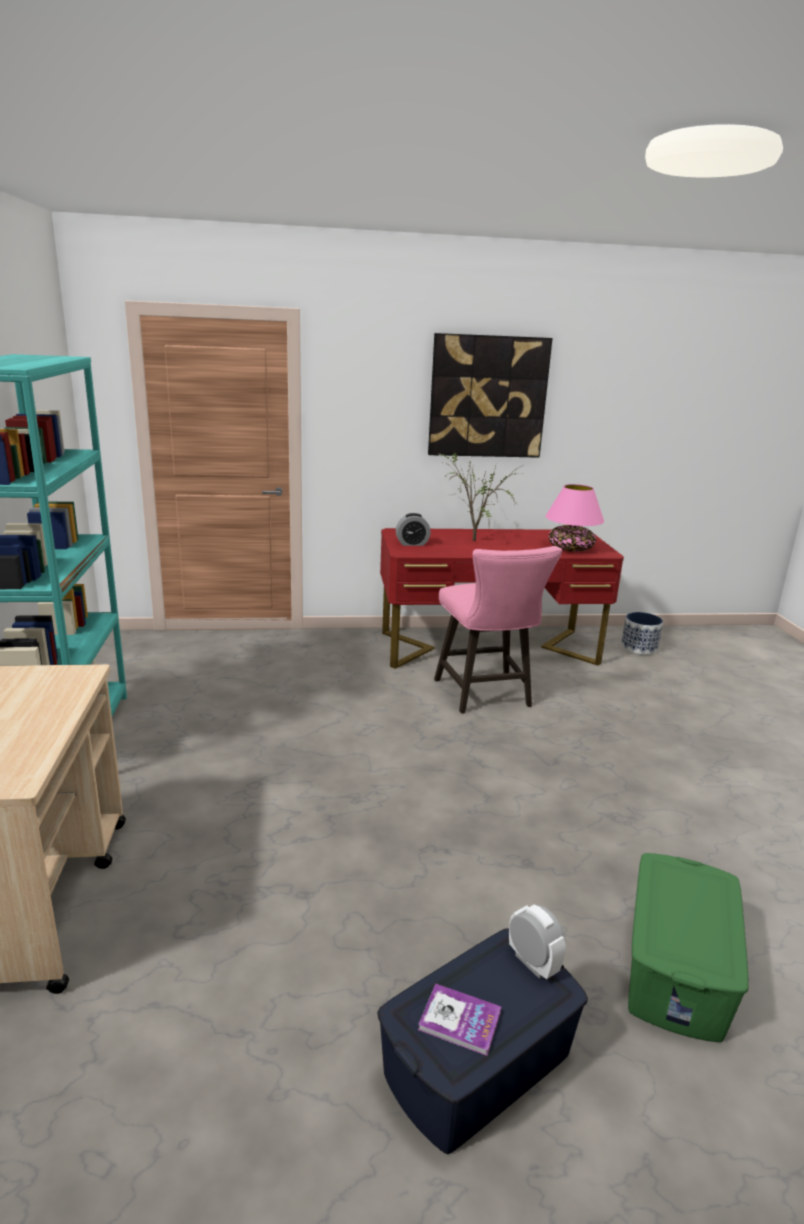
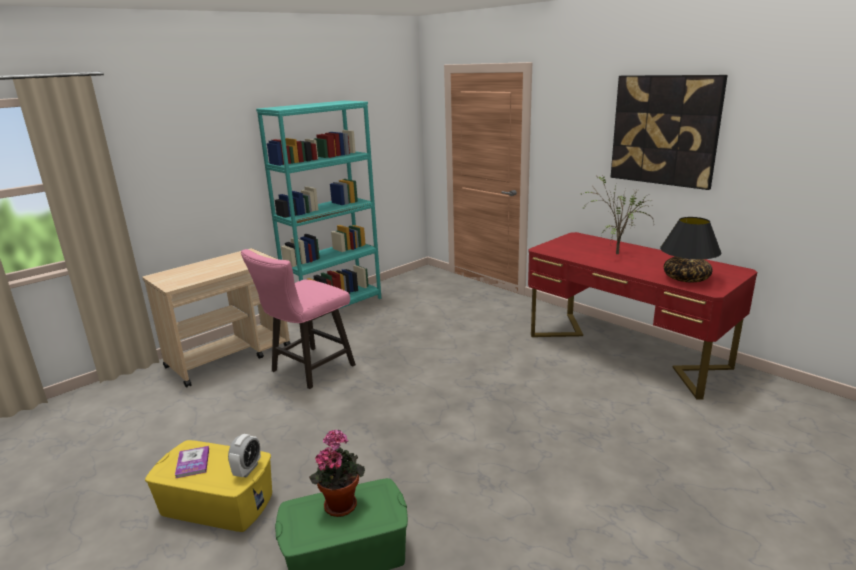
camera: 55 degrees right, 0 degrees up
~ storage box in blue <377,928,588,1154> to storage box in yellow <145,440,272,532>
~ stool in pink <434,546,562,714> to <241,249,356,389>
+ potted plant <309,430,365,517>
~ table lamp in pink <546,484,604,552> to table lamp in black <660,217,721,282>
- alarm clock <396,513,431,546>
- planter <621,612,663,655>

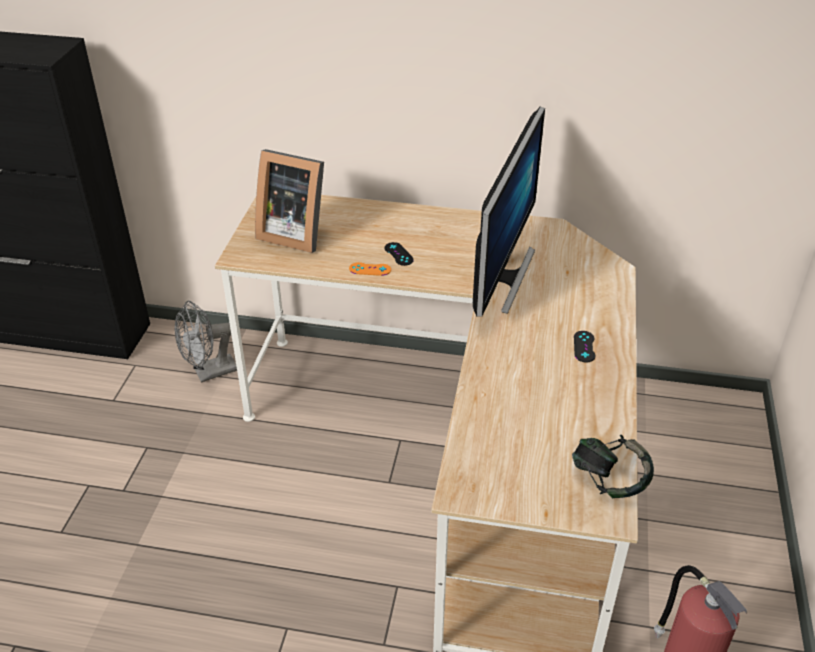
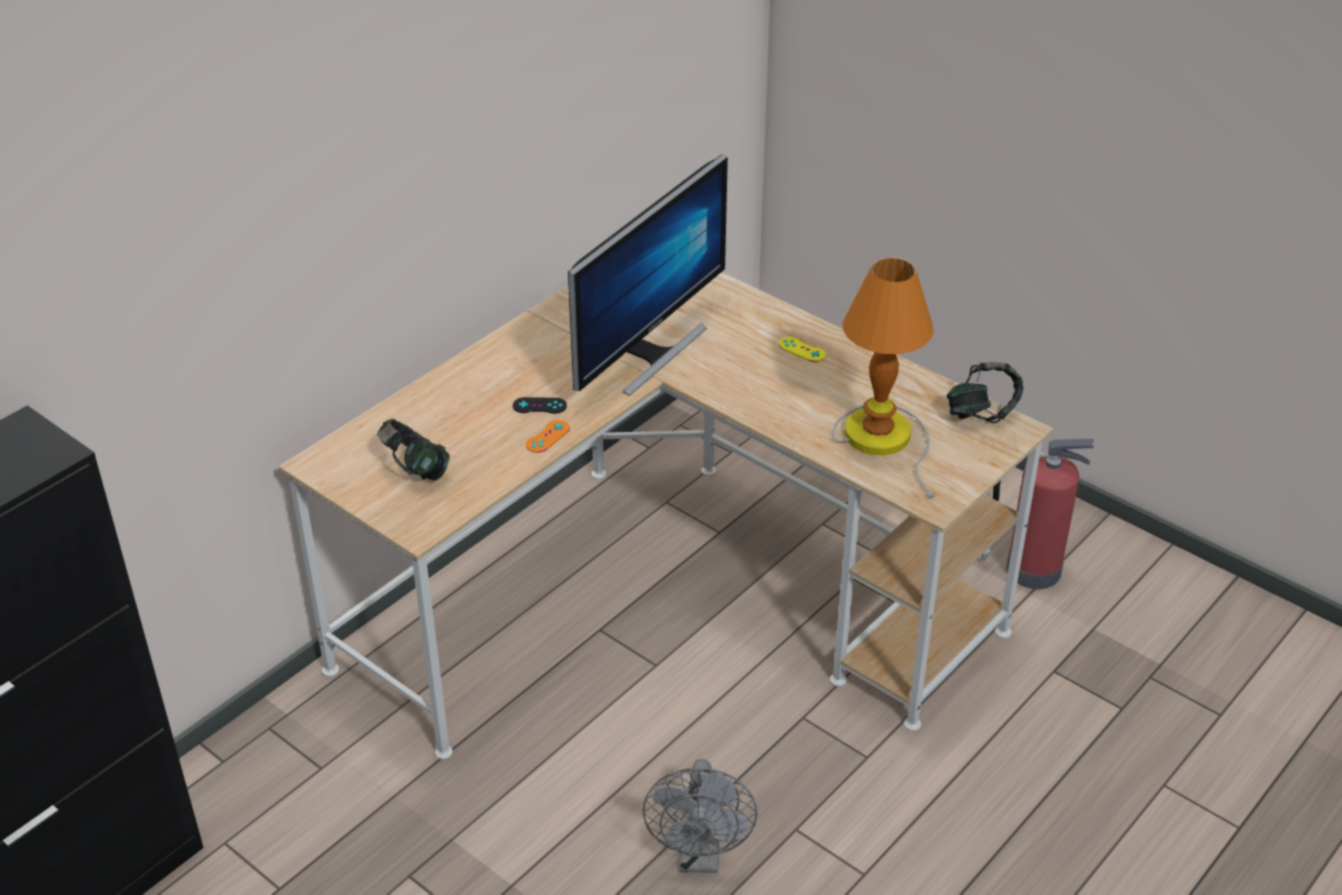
camera: 60 degrees left, 0 degrees up
~ picture frame <255,149,324,253> to headphones <377,419,450,480>
~ monitor <473,107,545,317> = <568,154,728,396> 75 degrees clockwise
~ fan in grey <175,301,237,383> to <642,759,757,873>
~ game controller in black <574,331,596,362> to game controller in yellow <779,337,826,362>
+ table lamp <832,257,935,499>

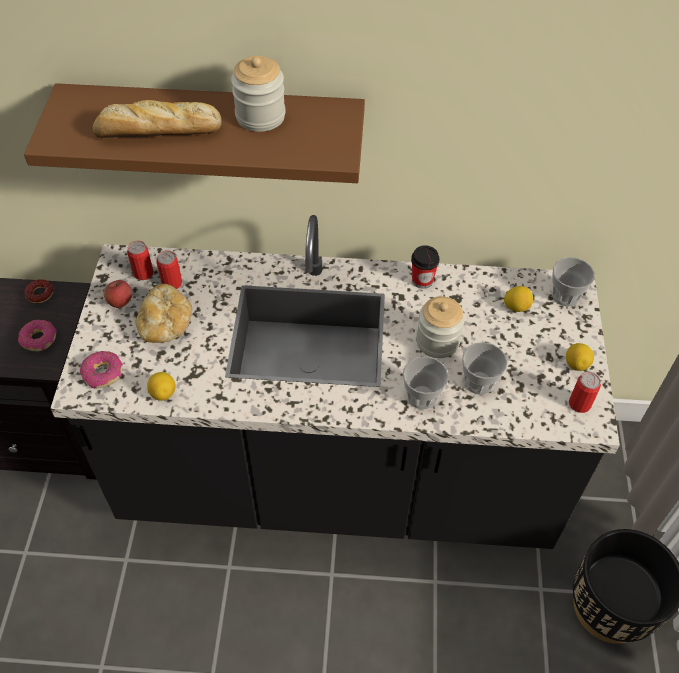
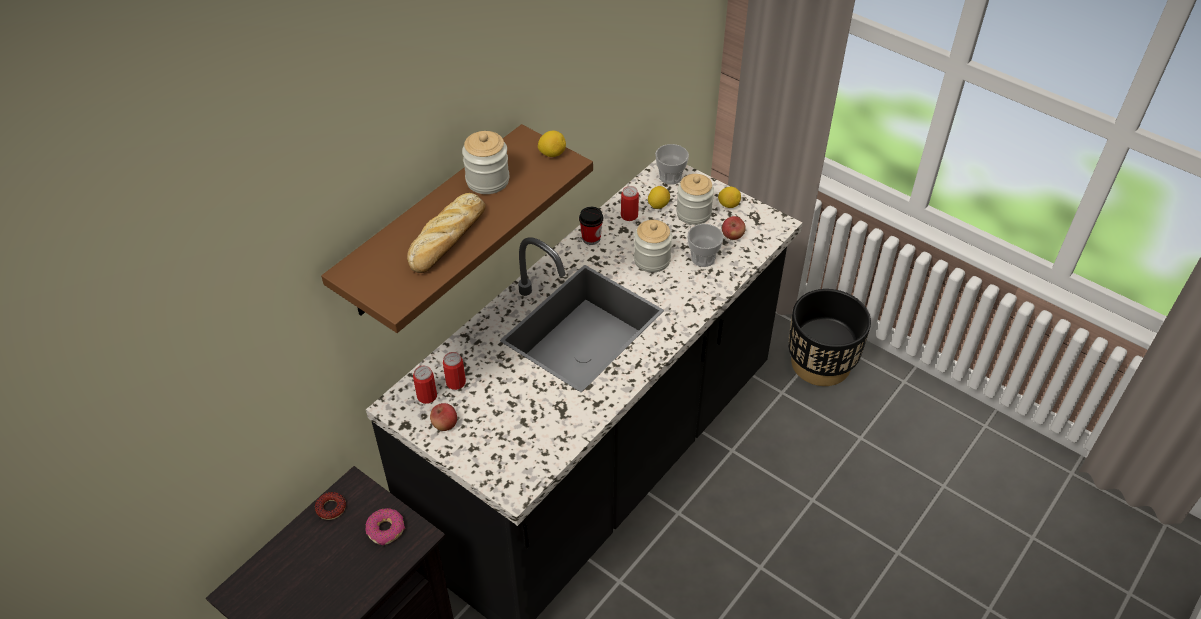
camera: 55 degrees left, 5 degrees down
~ lemon <147,372,176,401> to <538,131,566,157>
~ can <569,372,601,413> to <621,186,639,221>
+ jar <676,174,714,225>
+ apple <722,216,746,240>
- donut <80,351,123,389>
- bread <136,284,192,343>
- cup <403,356,449,409>

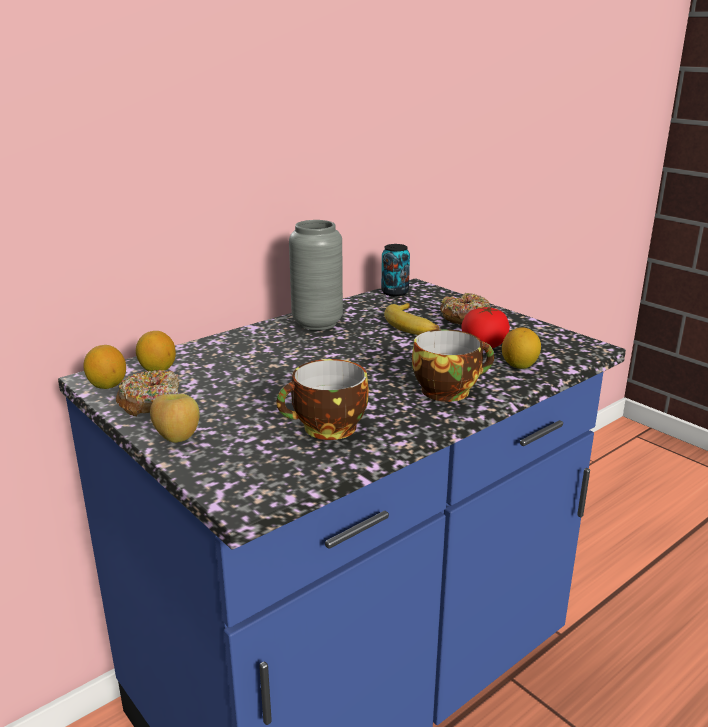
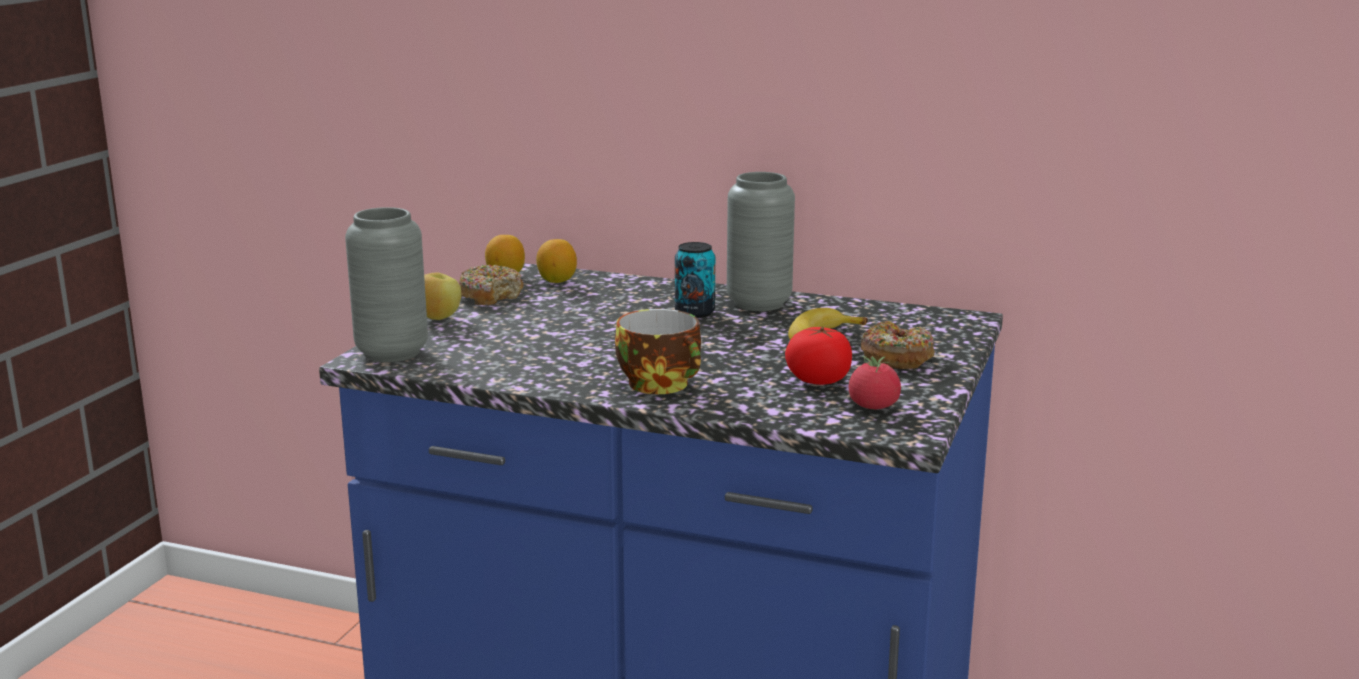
camera: 60 degrees right, 5 degrees down
+ vase in grey <345,207,428,363>
~ can <381,244,410,296> to <675,242,716,318>
+ tomato <849,356,901,409>
- cup <276,359,369,440>
- lemon <502,327,541,369>

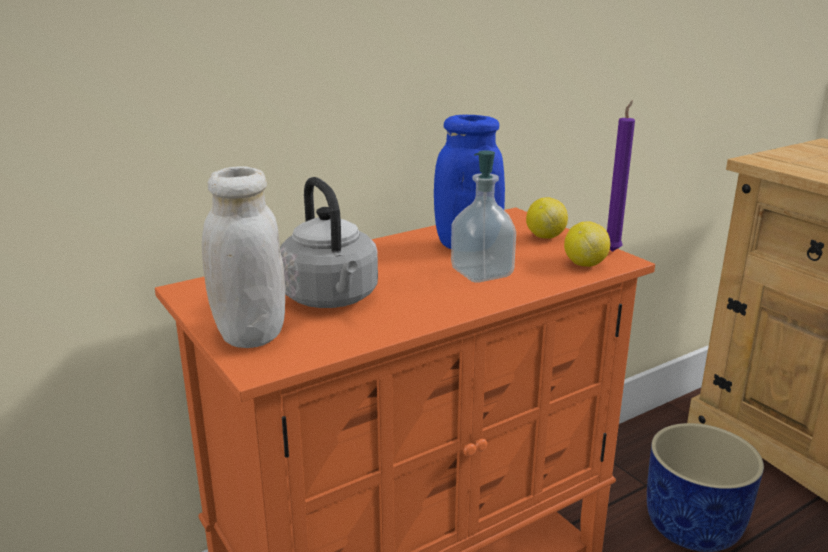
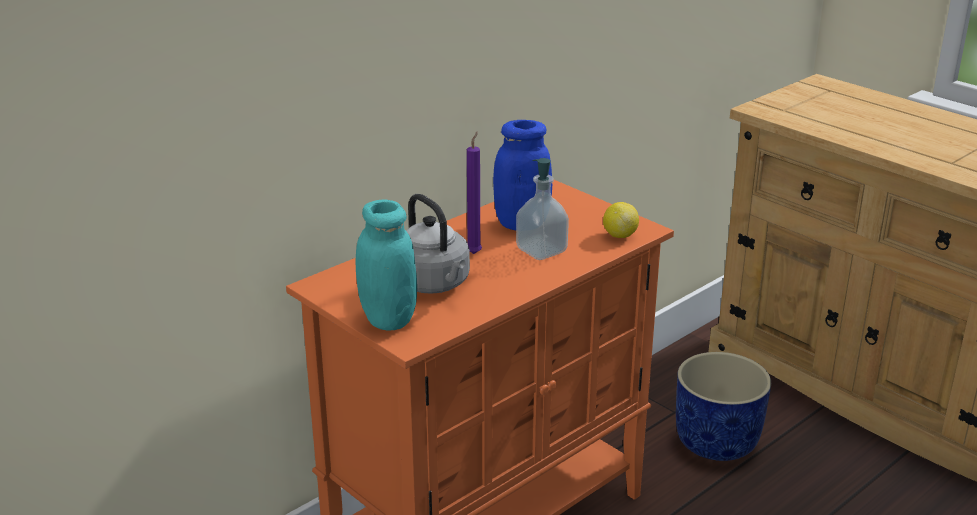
camera: 10 degrees left, 5 degrees up
~ jar in white <202,166,285,348> to jar in turquoise <355,199,417,330>
~ candle in purple <607,101,635,252> to <467,132,482,254>
- lemon <526,197,568,239>

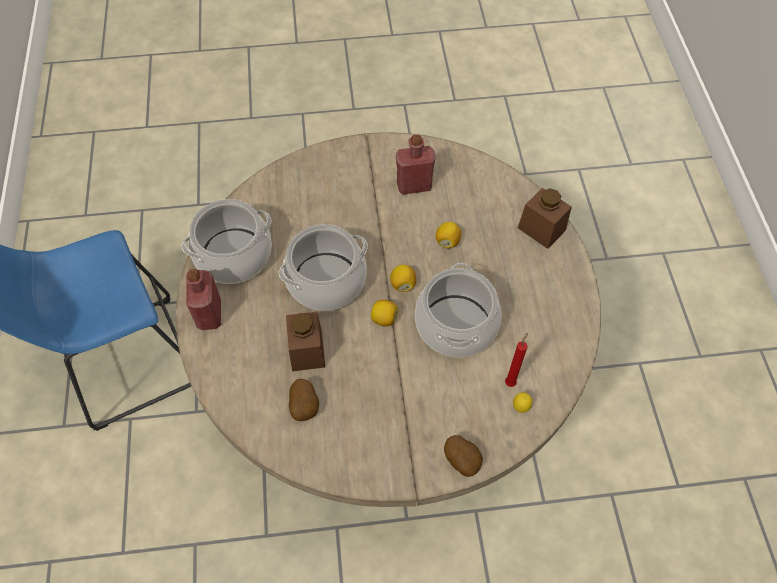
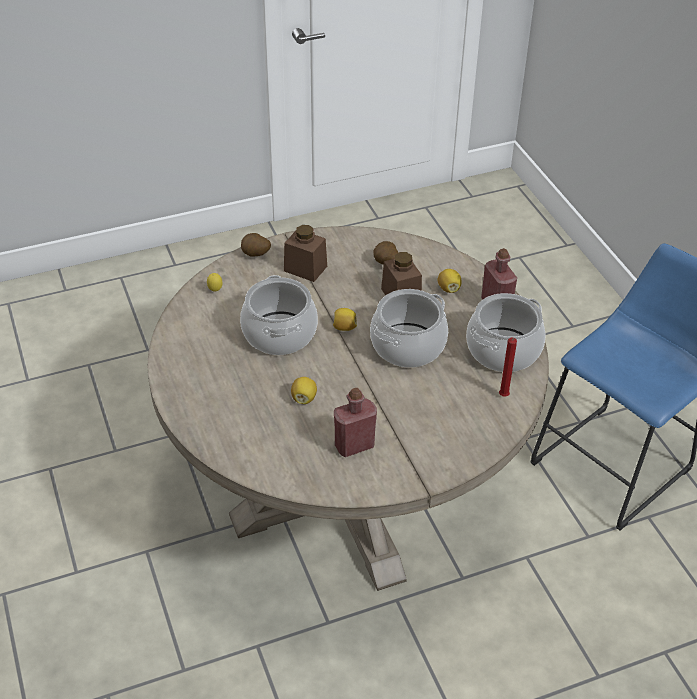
camera: 165 degrees right, 15 degrees down
~ jar in brown <518,188,572,249> to <284,225,327,282>
~ lemon <390,265,416,292> to <438,269,462,293>
~ candle in red <505,333,528,387> to <499,338,517,397>

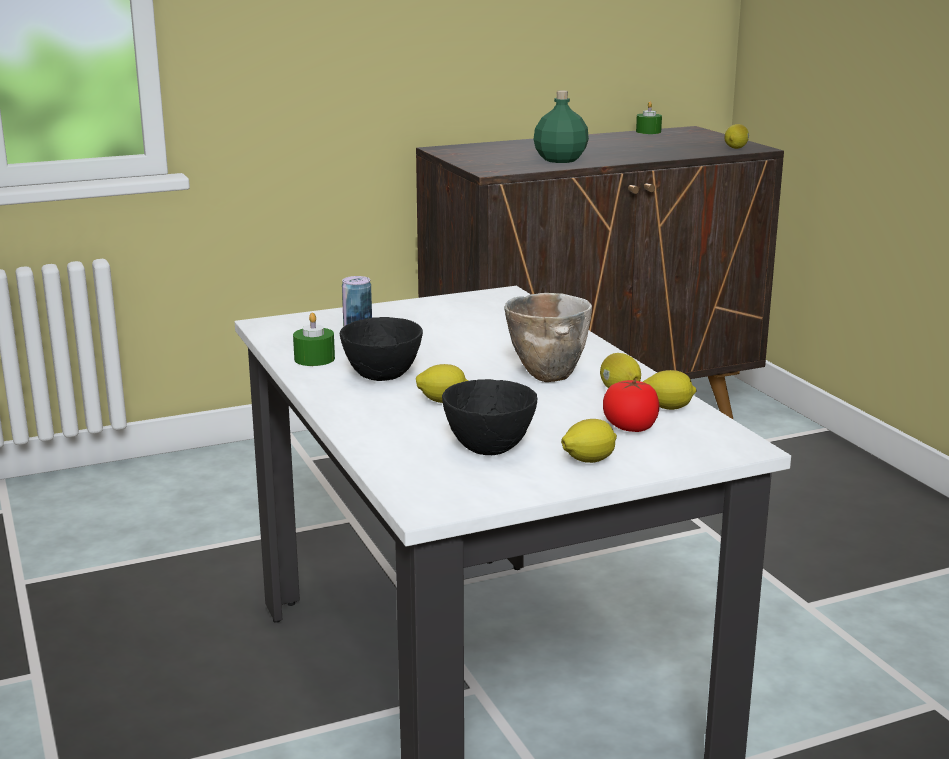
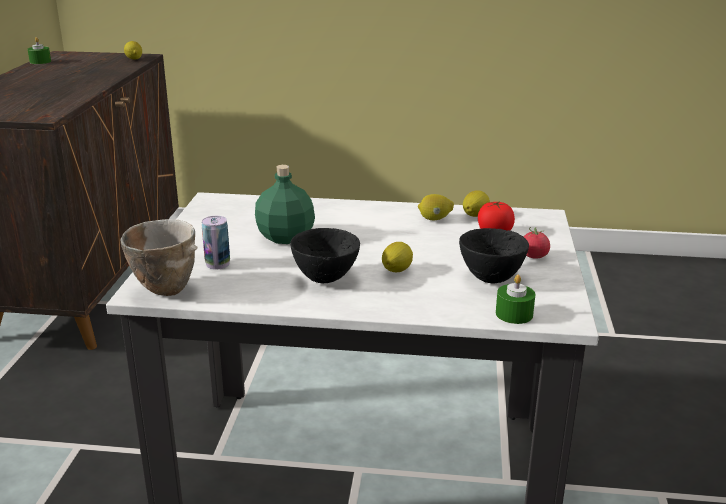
camera: 60 degrees left, 5 degrees up
~ bowl <505,293,592,382> to <121,219,197,296>
~ bottle in green <533,90,589,163> to <255,165,315,244>
~ candle in green <293,313,335,366> to <496,275,535,324>
~ lemon <561,419,617,463> to tomato <524,227,550,259>

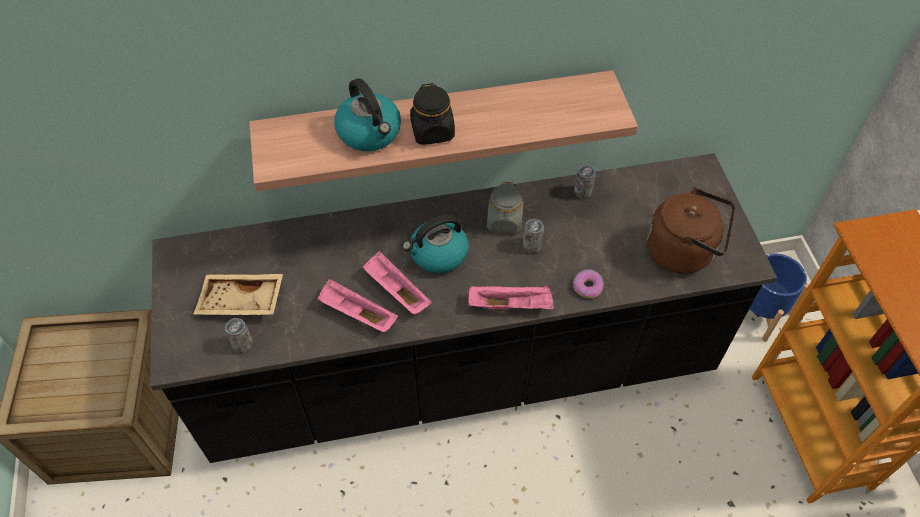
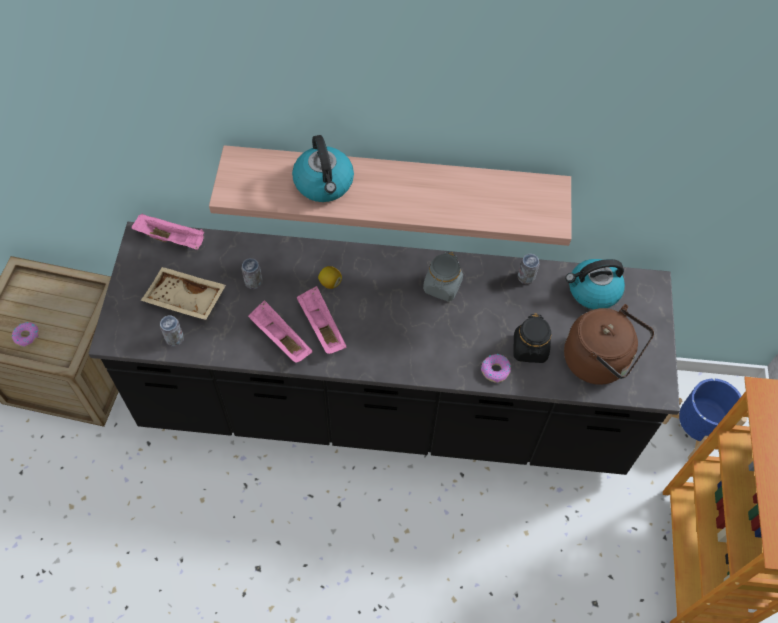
camera: 15 degrees right, 5 degrees up
+ donut <12,322,39,347>
~ tray in pink <468,285,554,311> to <132,213,204,250>
~ can <523,219,544,253> to <241,258,263,289>
+ lemon <318,266,342,289>
~ jar in black <410,83,455,145> to <514,313,551,363>
~ kettle <402,215,469,273> to <565,259,625,309>

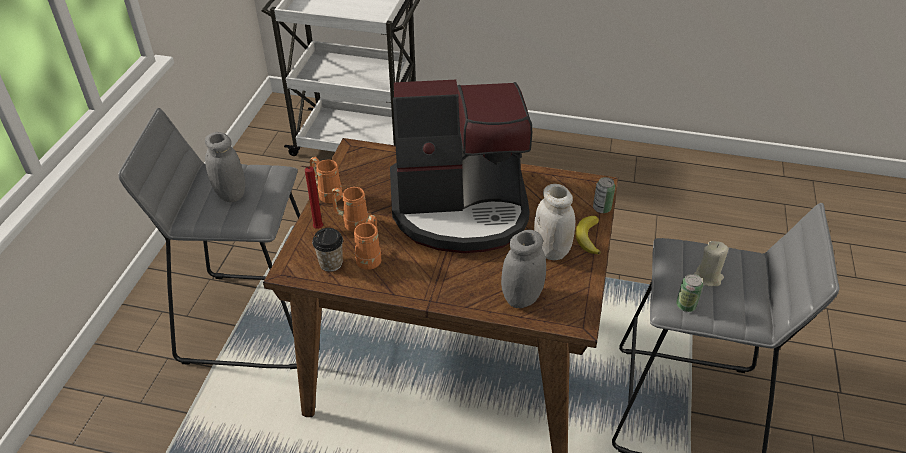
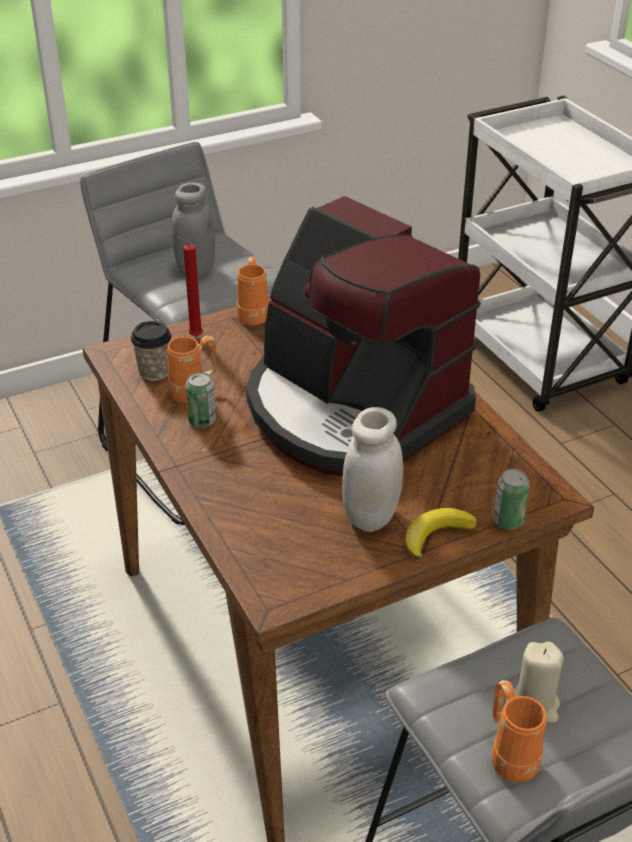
camera: 50 degrees right, 5 degrees down
~ can <676,274,703,312> to <185,372,216,428>
~ mug in orange <331,187,369,232> to <492,680,547,782>
- jar in grey <501,230,546,308>

